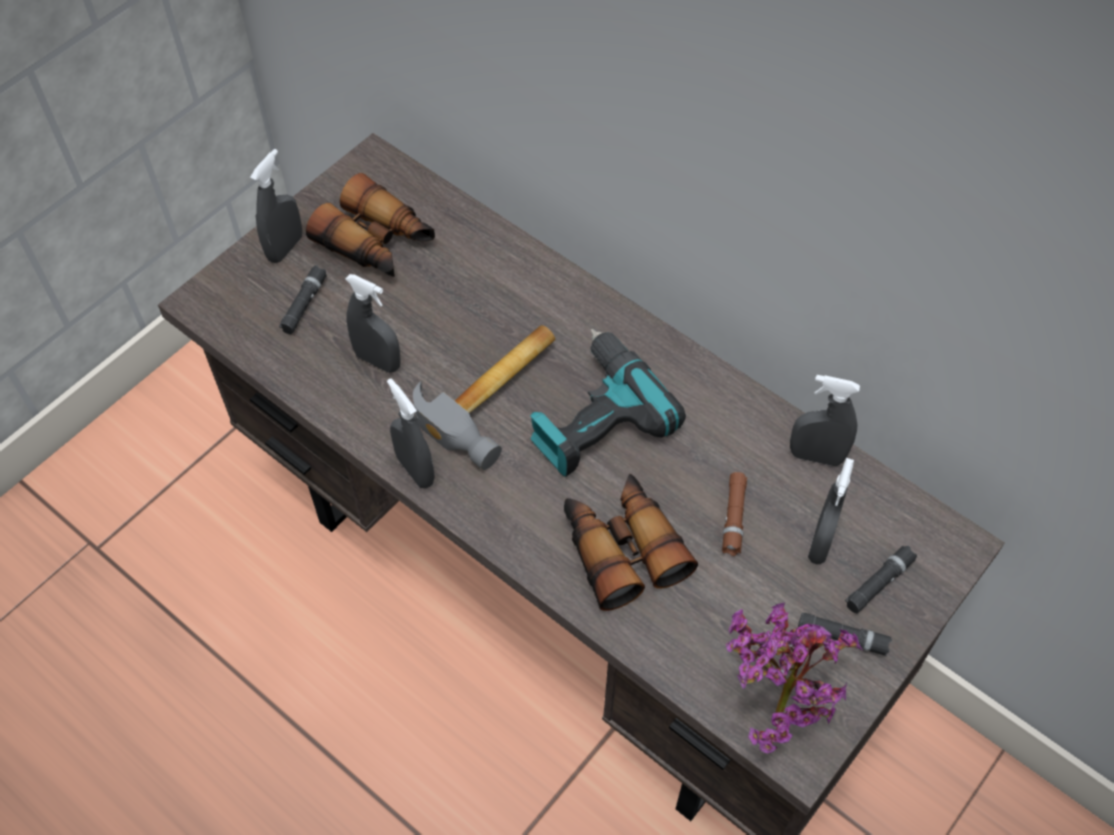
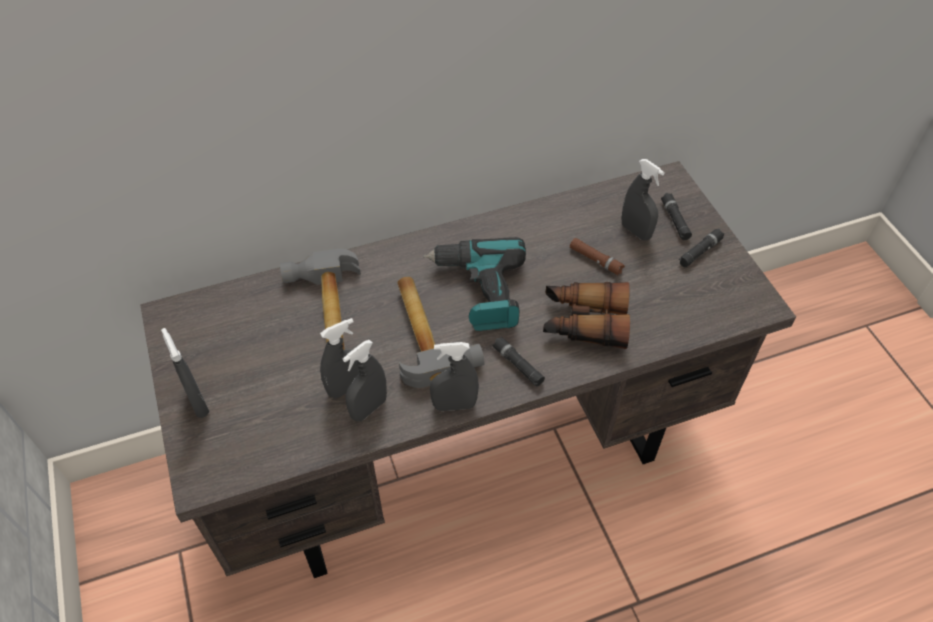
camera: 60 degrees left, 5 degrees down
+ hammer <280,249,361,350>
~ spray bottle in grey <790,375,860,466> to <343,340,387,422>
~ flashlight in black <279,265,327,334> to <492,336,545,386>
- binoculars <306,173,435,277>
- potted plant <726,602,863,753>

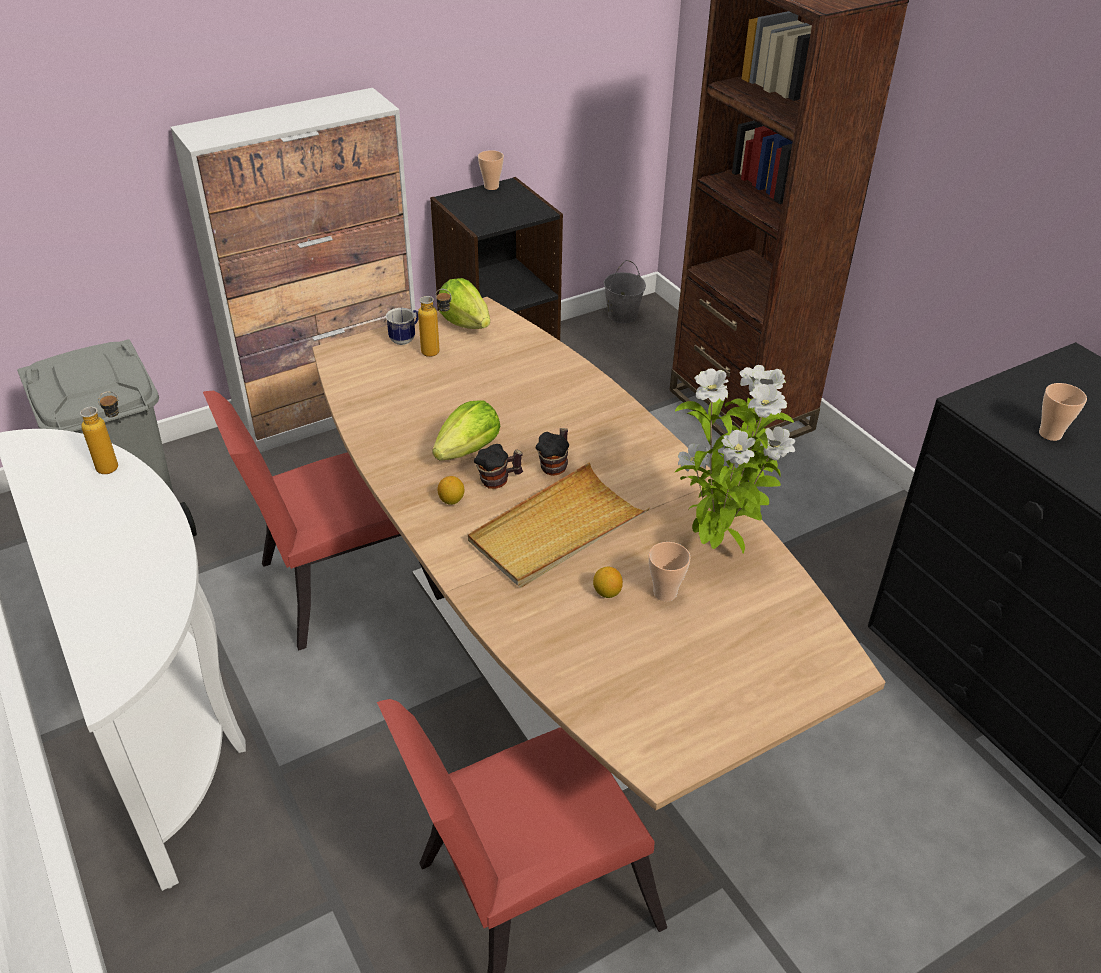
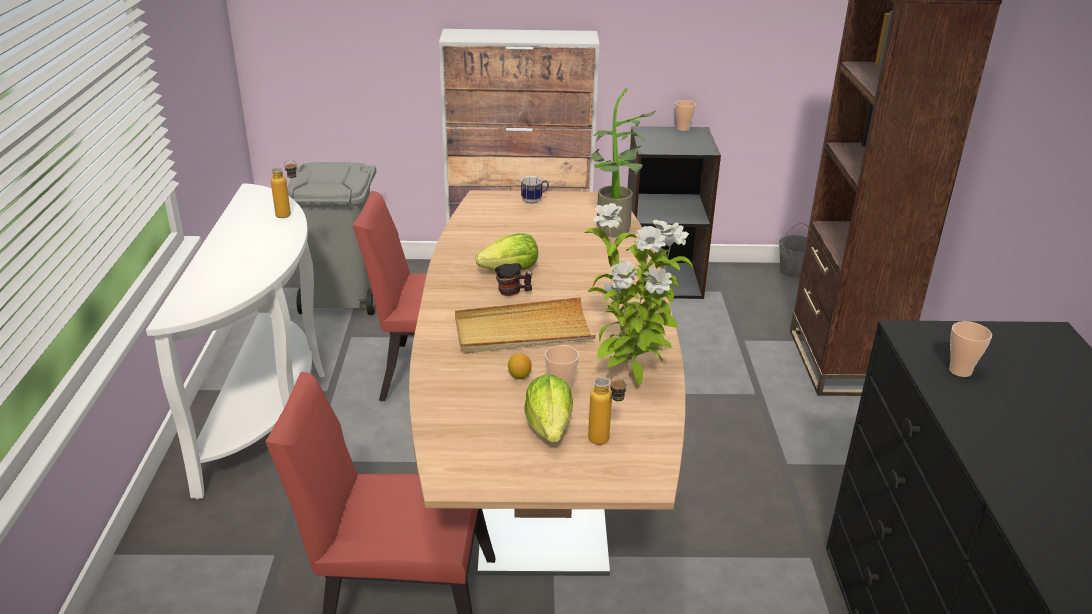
camera: 30 degrees right, 10 degrees down
~ lettuce <439,278,490,329> to <524,374,573,443>
~ bottle <418,289,452,357> to <588,375,627,445>
+ potted plant <591,87,656,238>
- lemon <438,476,465,505>
- mug <536,428,569,476>

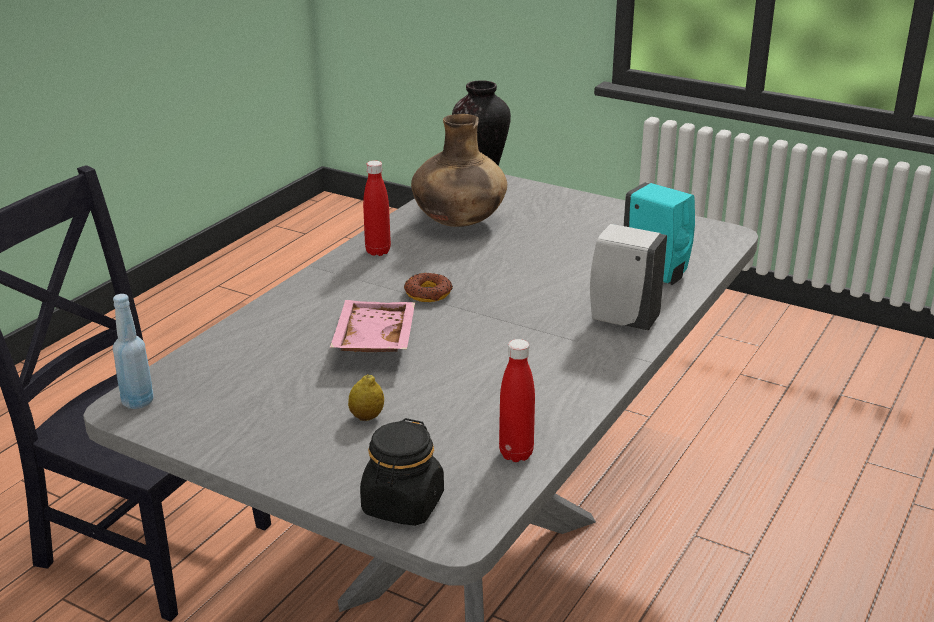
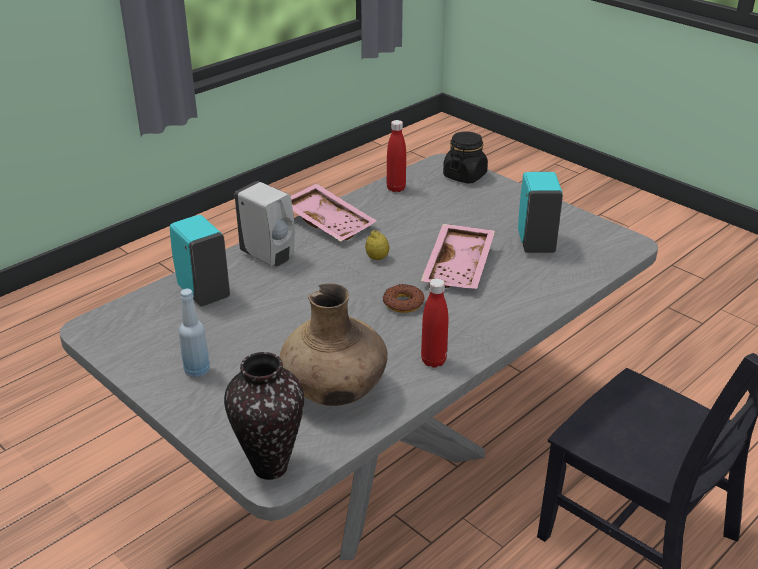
camera: 165 degrees left, 5 degrees up
~ bottle in blue <113,294,154,409> to <179,289,210,378>
+ tray in pink <291,183,377,242>
~ lemon <348,374,384,421> to <365,230,389,260>
+ soap dispenser in turquoise <518,172,563,253>

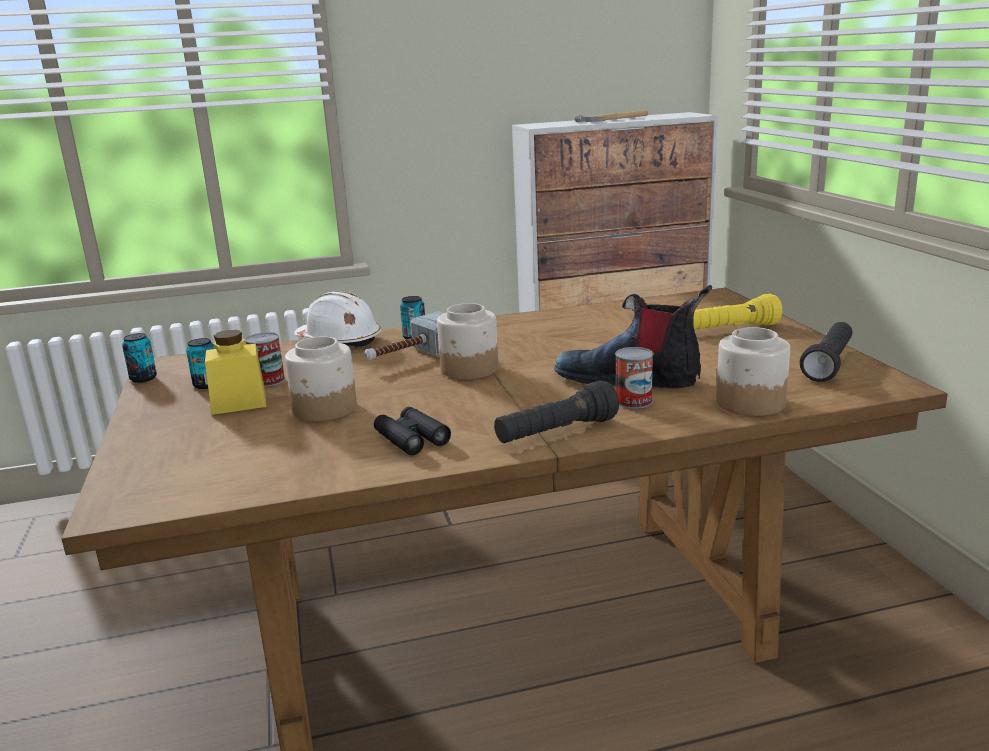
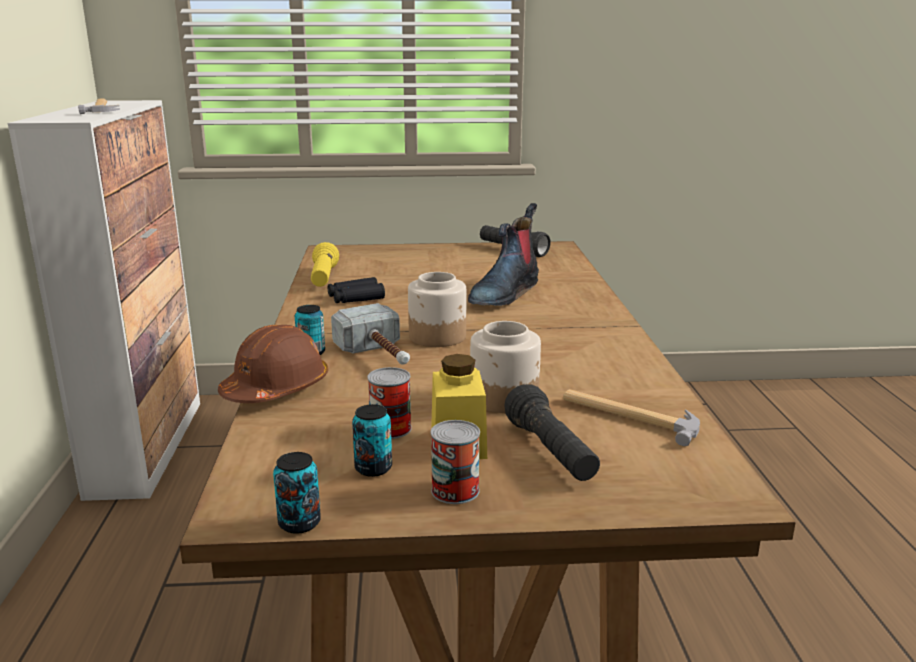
camera: 80 degrees left, 0 degrees up
~ hard hat in white <294,292,381,348> to hard hat in brown <218,325,328,403>
~ flashlight in yellow <693,294,782,330> to <311,242,339,287>
~ binoculars in black <374,407,451,455> to <328,277,385,303>
~ can <615,347,653,409> to <431,420,480,504>
~ flashlight in black <494,380,619,443> to <504,385,600,481>
+ hammer <563,389,700,446>
- jar <716,327,790,416>

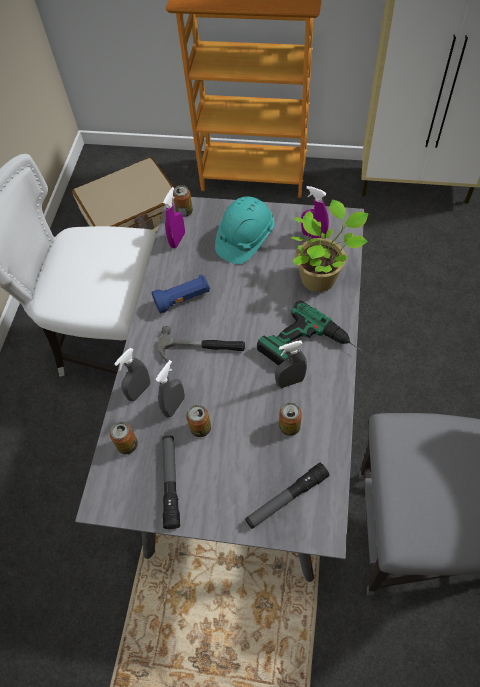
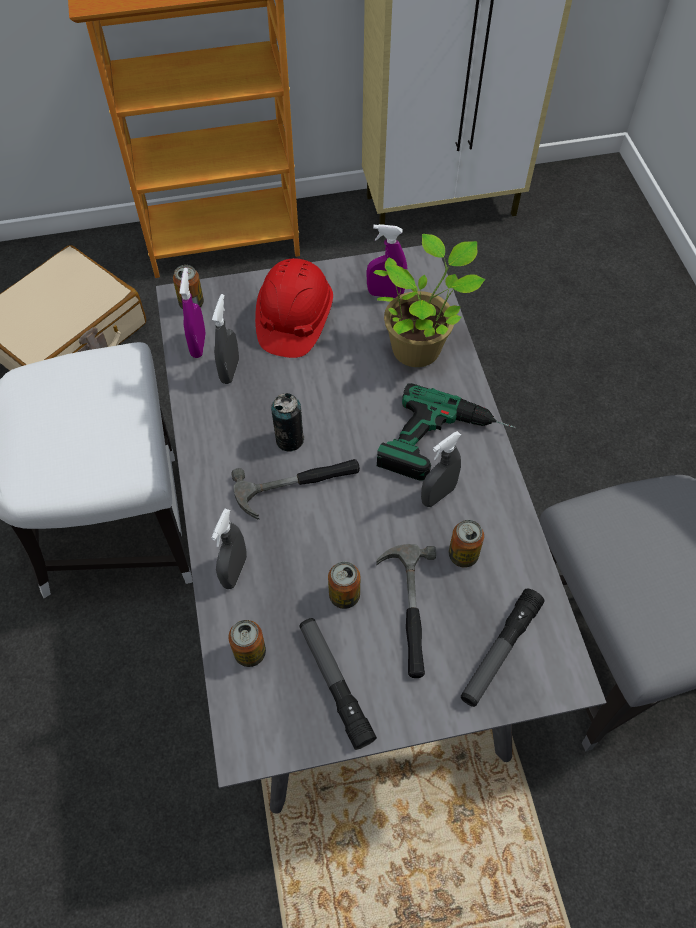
camera: 25 degrees left, 0 degrees up
~ spray bottle in grey <155,360,185,417> to <212,294,239,384>
~ hard hat in turquoise <215,197,275,264> to hard hat in red <255,258,333,358>
+ can <271,393,304,452>
+ hammer <376,544,436,678>
- flashlight in blue <152,274,210,313>

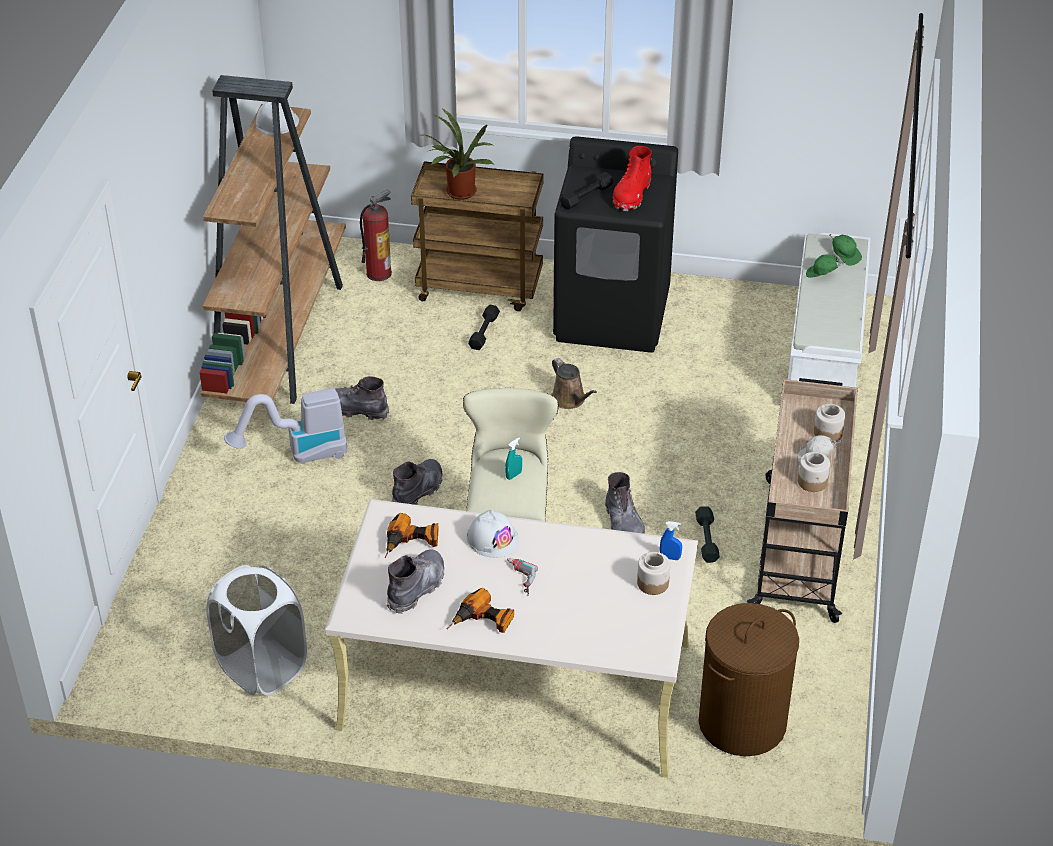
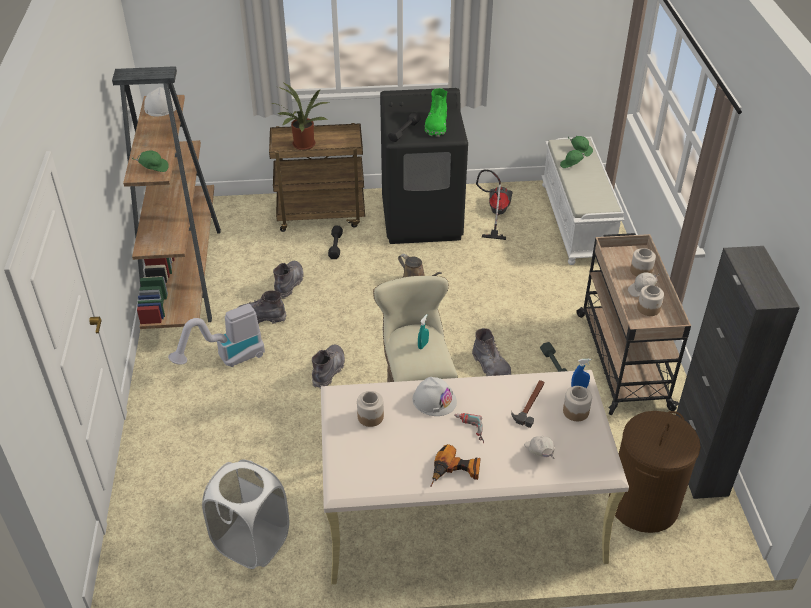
camera: 15 degrees left, 0 degrees up
+ cap in green <132,151,169,172>
~ boot in grey <387,549,445,614> to <273,261,304,299>
~ power drill <385,513,438,558> to jar <357,391,384,427>
~ boot in red <612,146,652,211> to boot in green <425,88,447,137>
+ vacuum cleaner <476,170,513,240>
+ hammer <511,380,544,428>
+ cap in white <524,436,555,459>
+ cabinet in black <676,246,800,499>
- fire extinguisher <360,190,392,281>

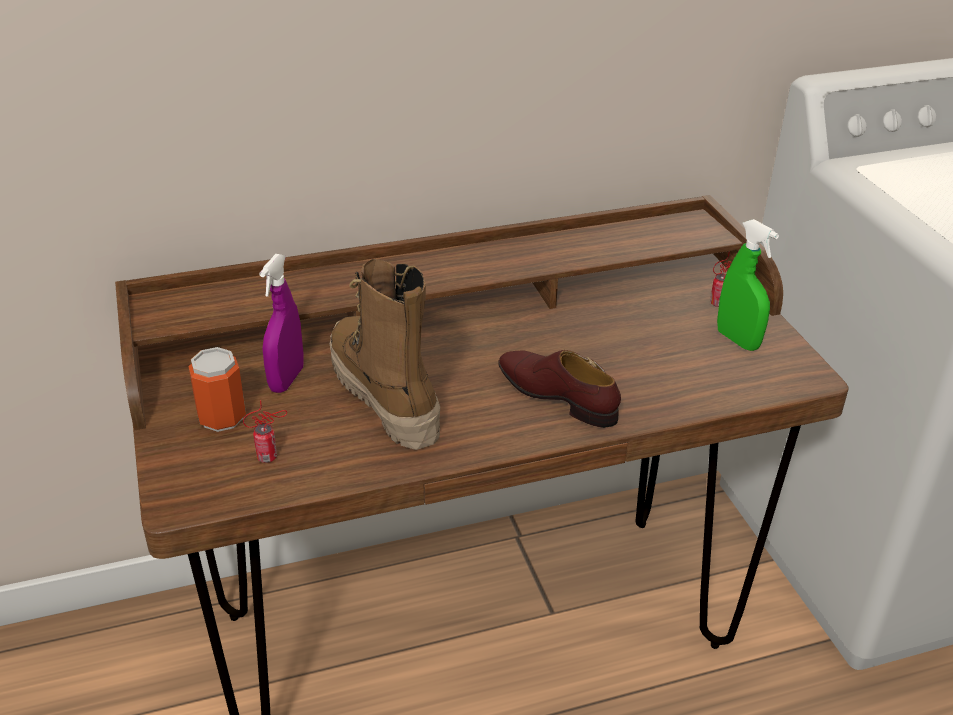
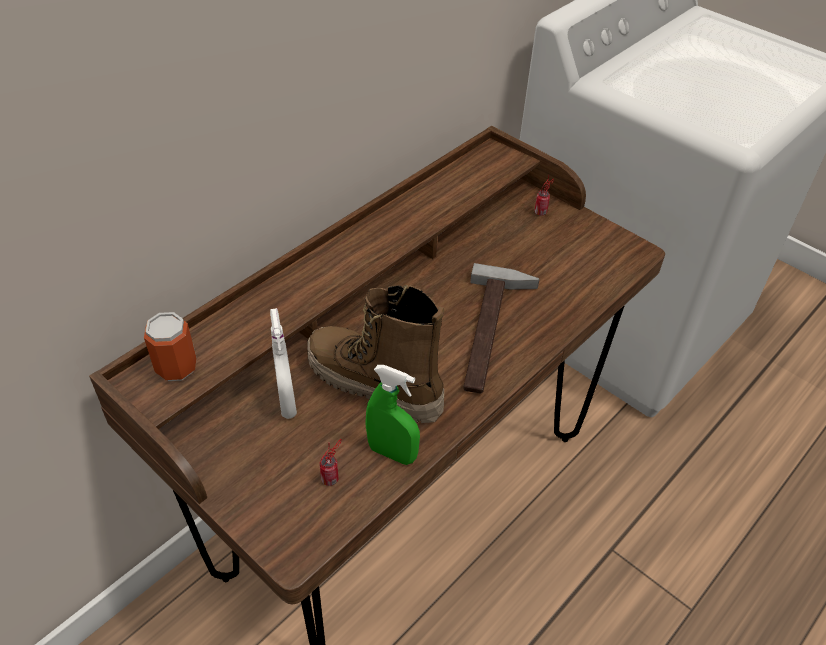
camera: 30 degrees left, 10 degrees up
~ can <188,347,246,432> to <144,312,196,381>
~ spray bottle in purple <259,254,304,393> to spray bottle in white <270,308,297,419>
~ spray bottle in green <717,219,779,351> to <365,365,420,465>
~ shoe in brown <498,350,621,428> to hammer <463,263,539,394>

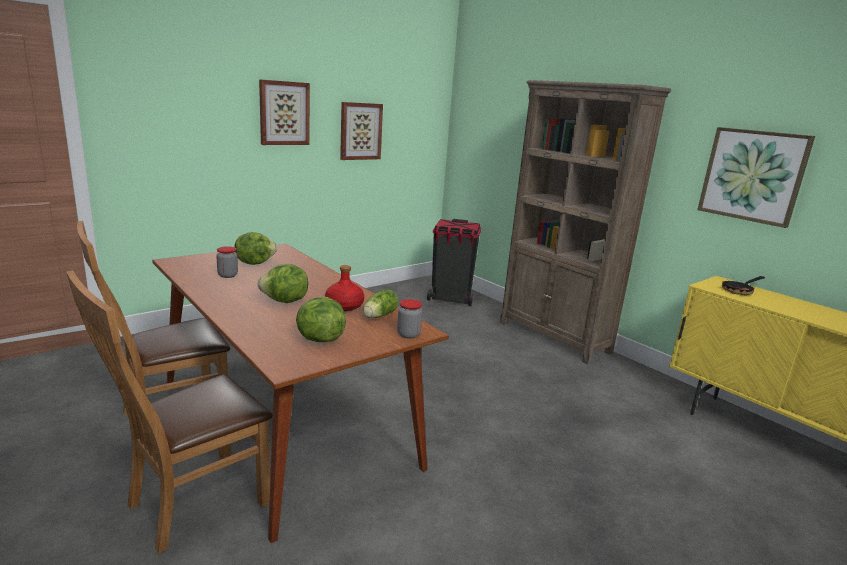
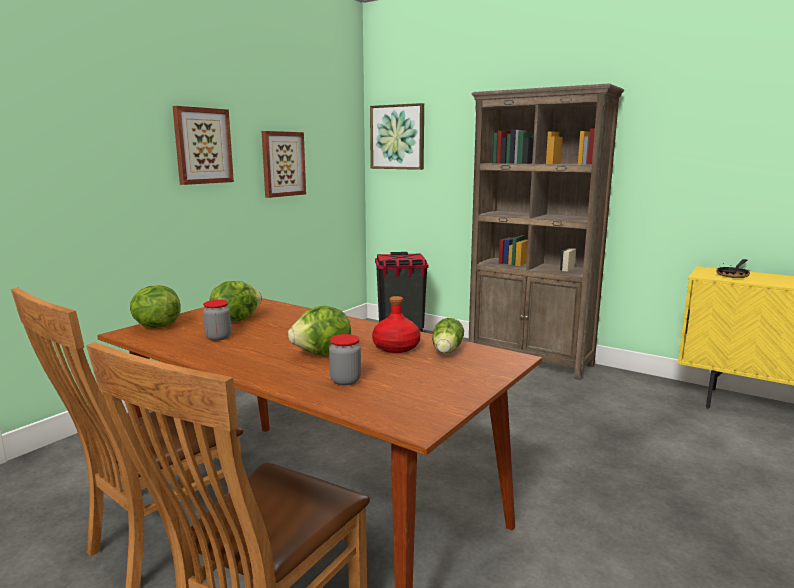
camera: 15 degrees left, 5 degrees down
~ lettuce <296,297,346,342> to <130,285,181,328>
~ jar <397,299,422,339> to <329,334,361,385>
~ picture <697,127,815,228> to <370,103,424,170>

